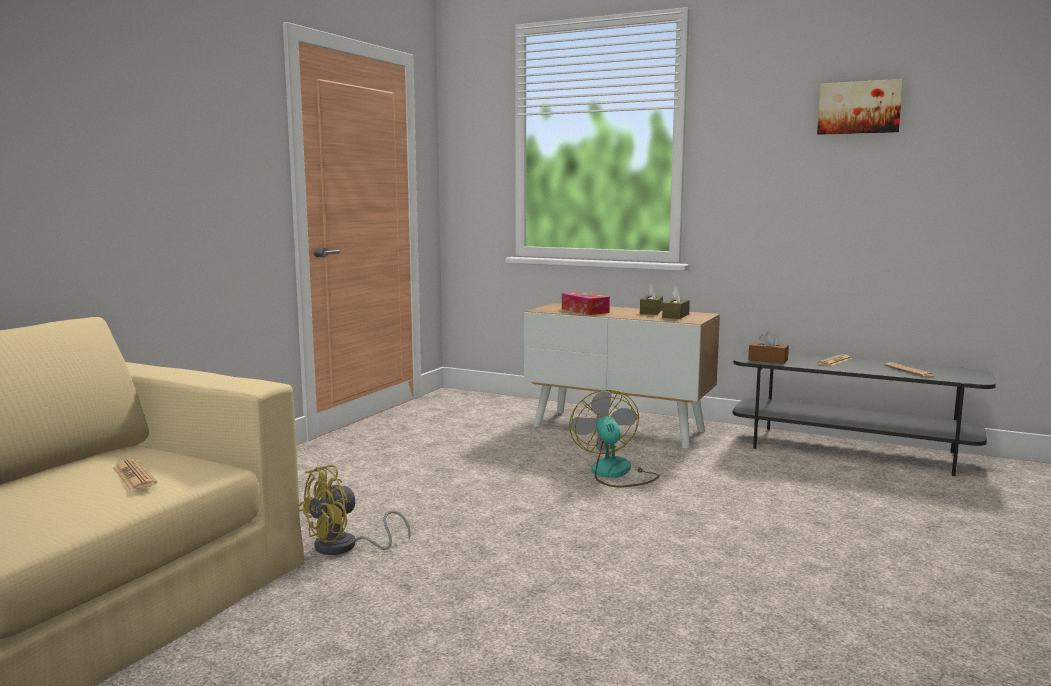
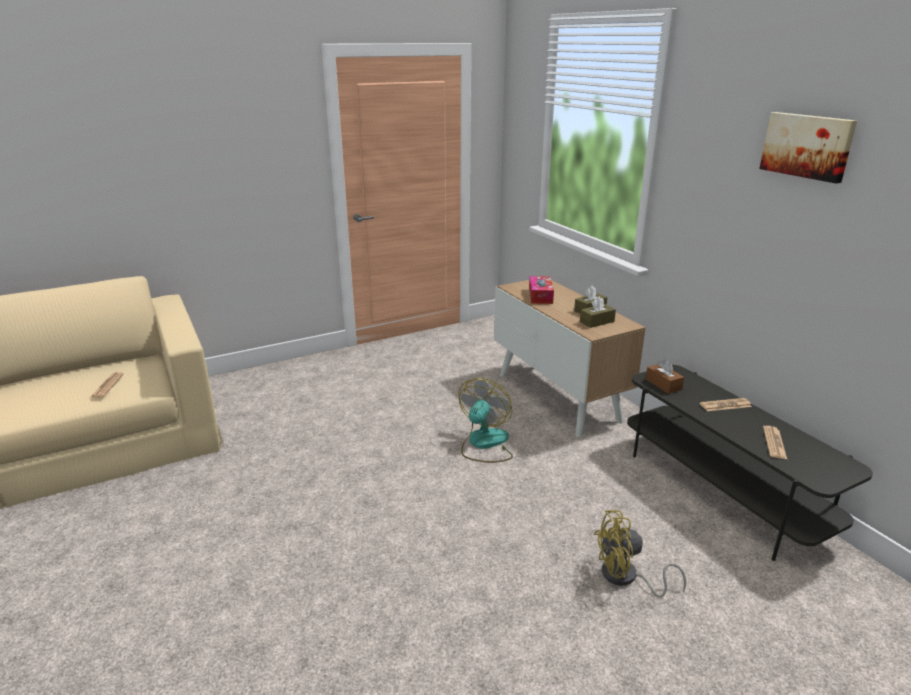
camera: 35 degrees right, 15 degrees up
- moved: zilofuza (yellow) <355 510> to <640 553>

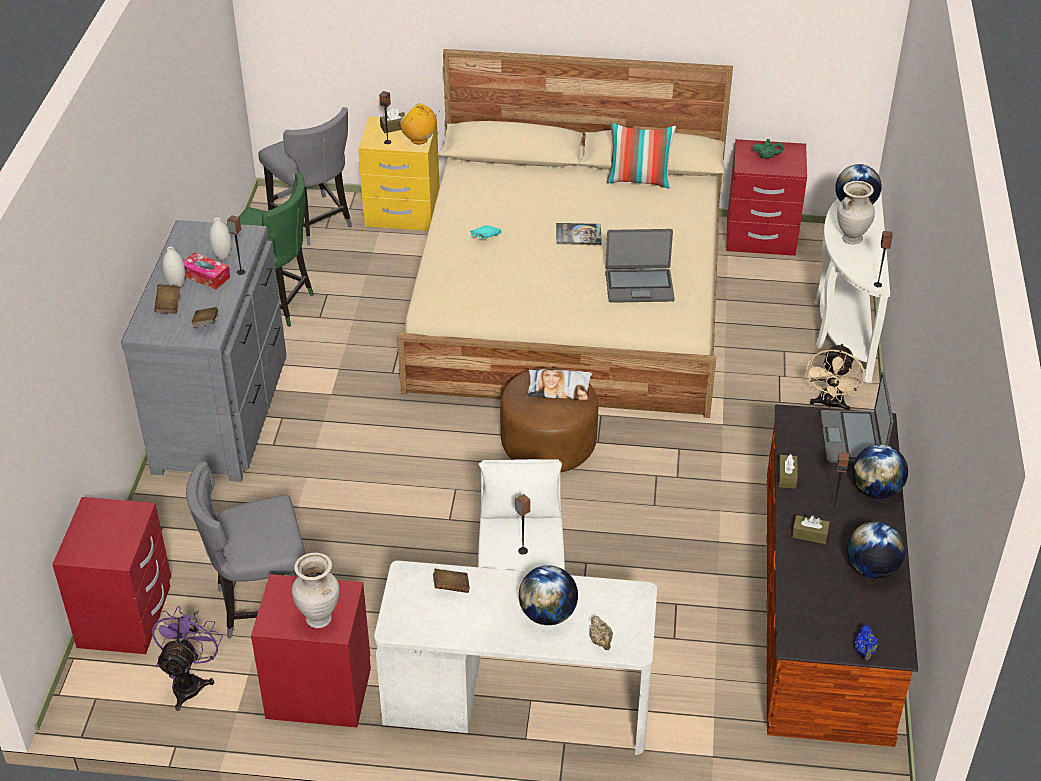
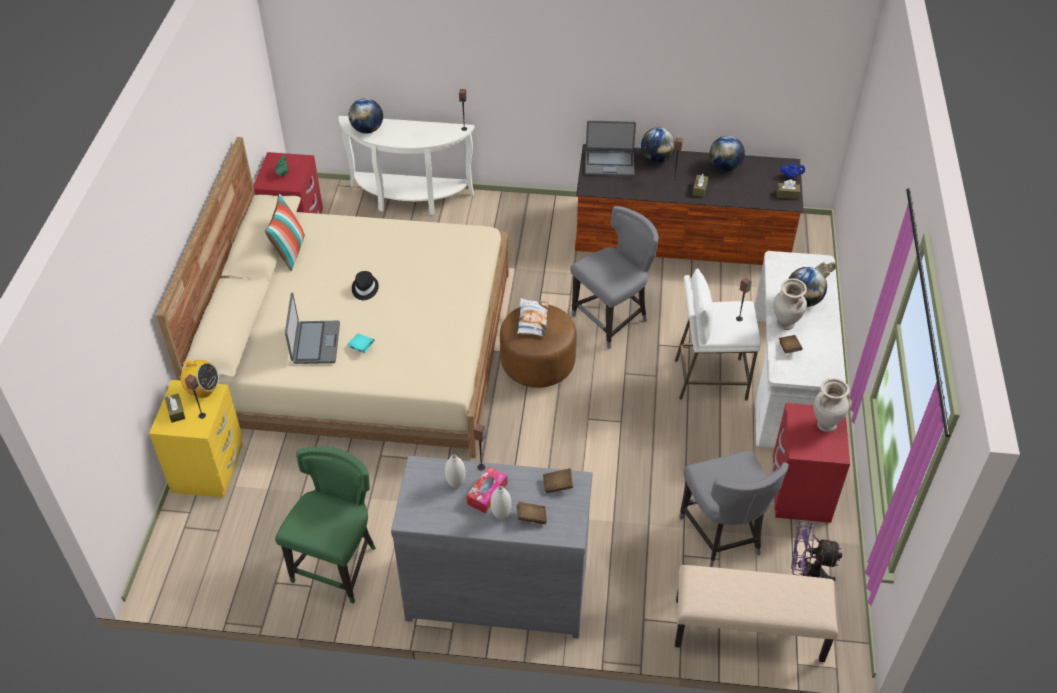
camera: 90 degrees left, 5 degrees up
- turned: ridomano <419 123> = <196 379> 105 degrees counterclockwise
- moved: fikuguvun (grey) <305 176> to <614 277>
- moved: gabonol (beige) <856 212> to <790 304>
- replaced: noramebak <579 234> to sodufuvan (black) <365 285>
- moved: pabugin <640 266> to <312 328>
- removed: zilofuza (beige) <835 376>
- moved: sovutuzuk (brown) <788 471> to <788 189>
- replaced: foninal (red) <111 575> to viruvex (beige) <756 613>

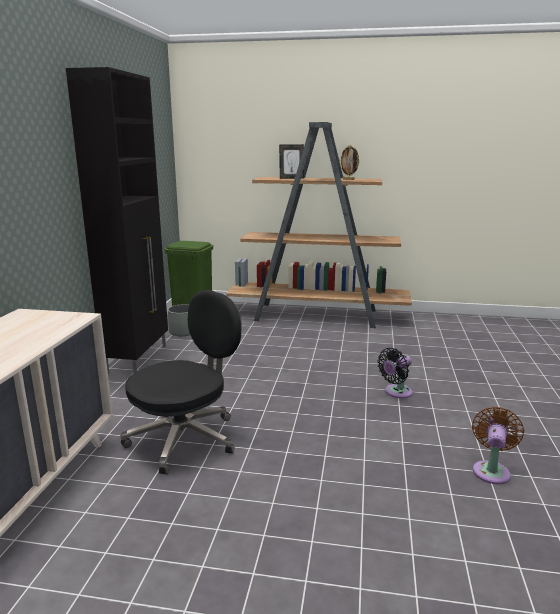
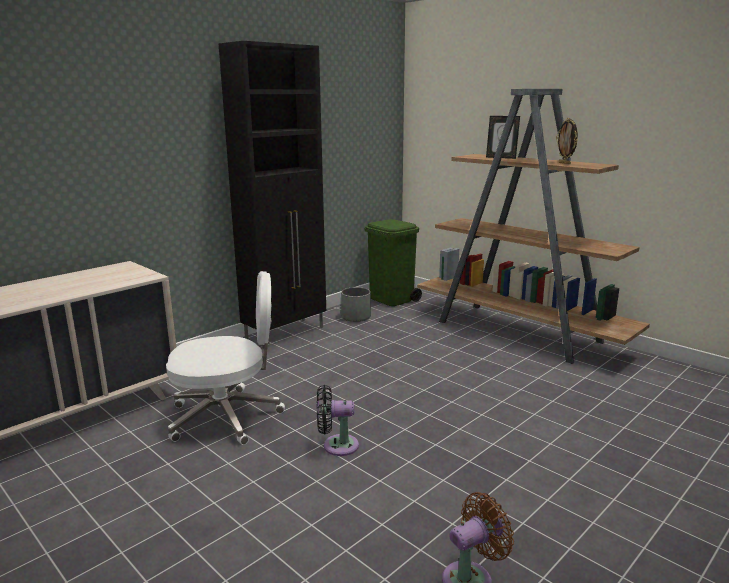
camera: 35 degrees right, 0 degrees up
- recoloured: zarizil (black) <180 382> to zarizil (white) <225 358>
- moved: zilofuza (black) <395 373> to <338 420>

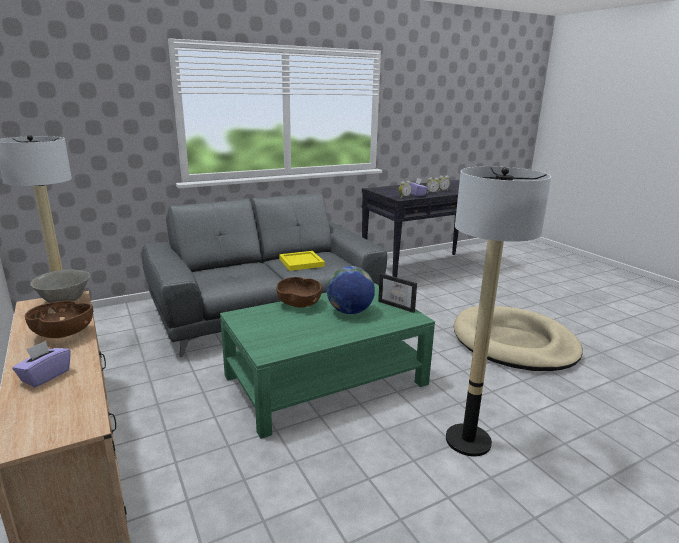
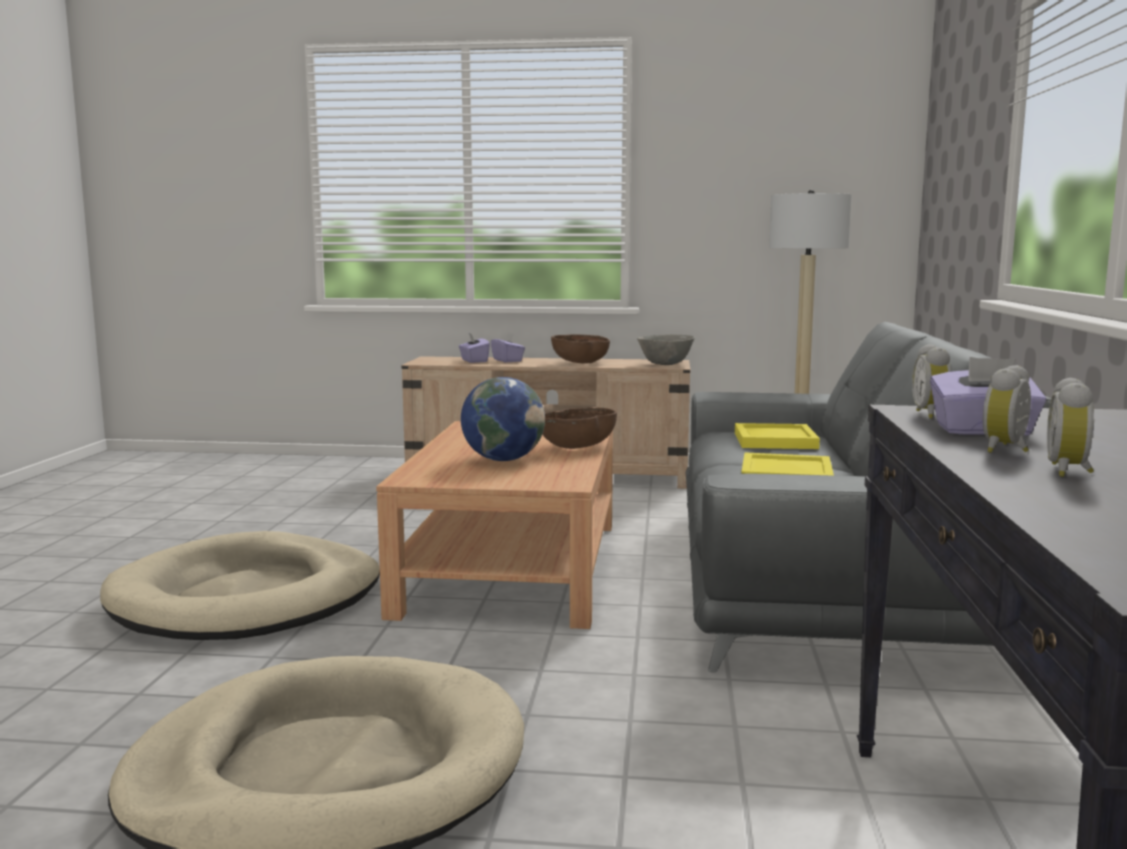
camera: 125 degrees right, 10 degrees down
- replaced: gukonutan <498 311> to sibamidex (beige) <240 585>
- removed: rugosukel <397 293>
- recoloured: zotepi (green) <327 361> to zotepi (brown) <494 525>
- added: sovutuzuk (purple) <474 347>
- added: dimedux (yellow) <777 436>

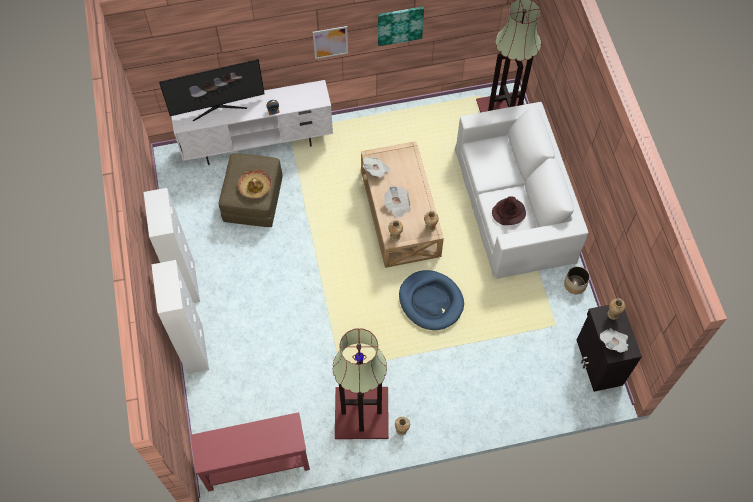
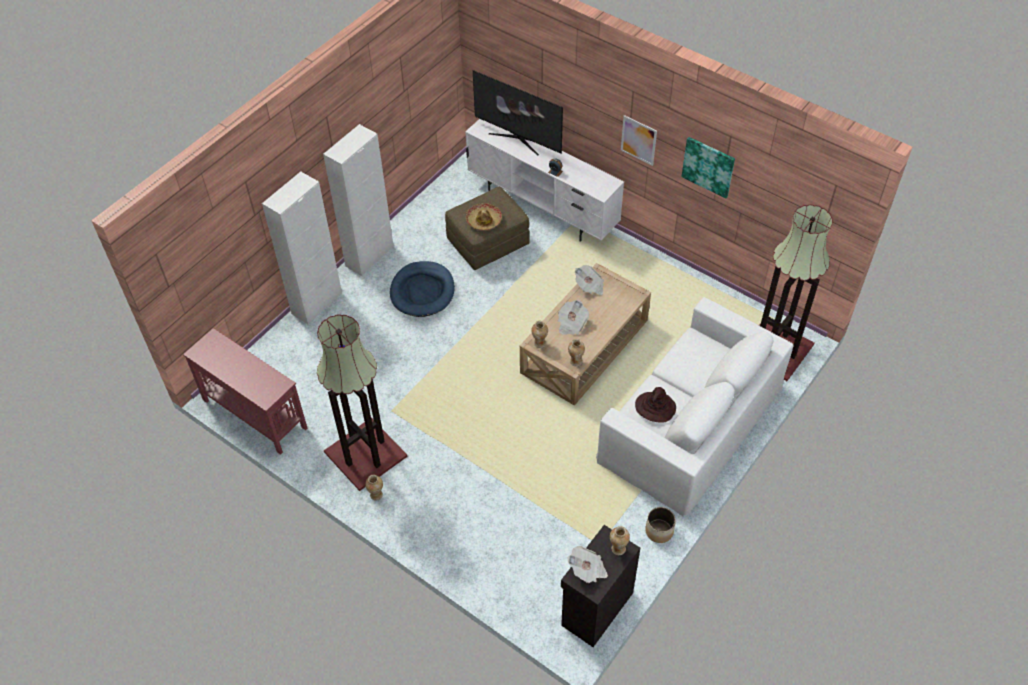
camera: 50 degrees right, 10 degrees down
- moved: sibamidex (blue) <431 300> to <422 289>

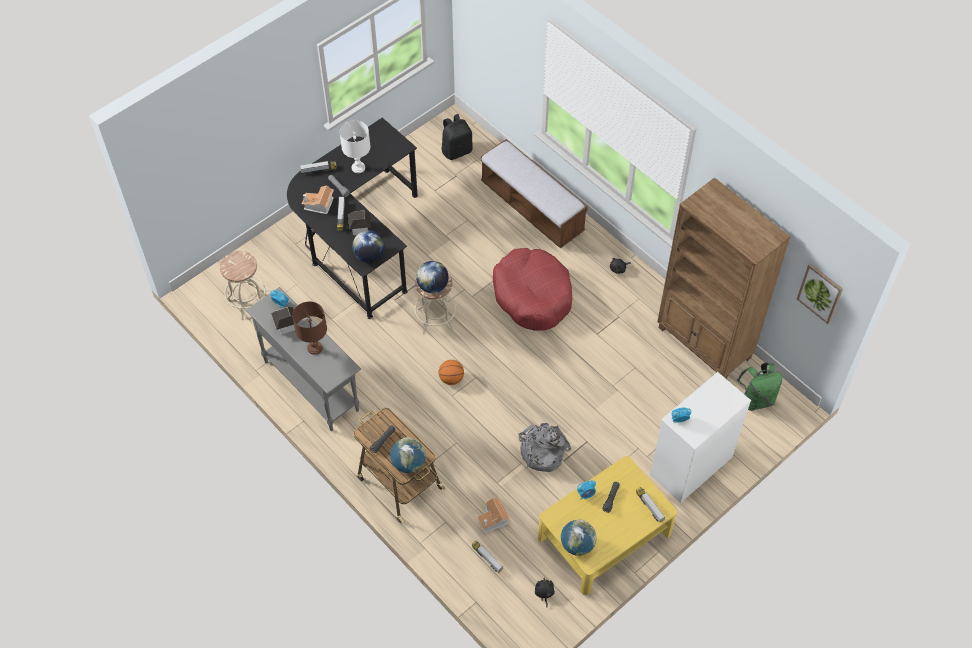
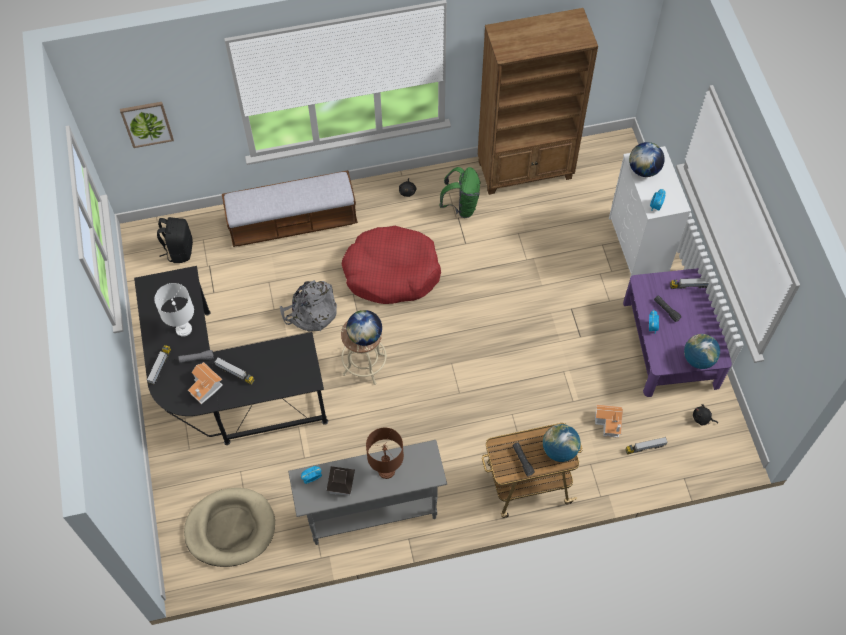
camera: 60 degrees left, 5 degrees up
- removed: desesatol <359 222>
- moved: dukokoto <368 246> to <647 159>
- replaced: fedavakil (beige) <243 285> to sibamidex (beige) <229 527>
- moved: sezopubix <820 293> to <147 125>
- removed: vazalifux <451 372>
- moved: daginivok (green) <759 387> to <460 192>
- moved: daginivok (grey) <544 447> to <308 306>
- recoloured: zotepi (yellow) <607 525> to zotepi (purple) <677 332>

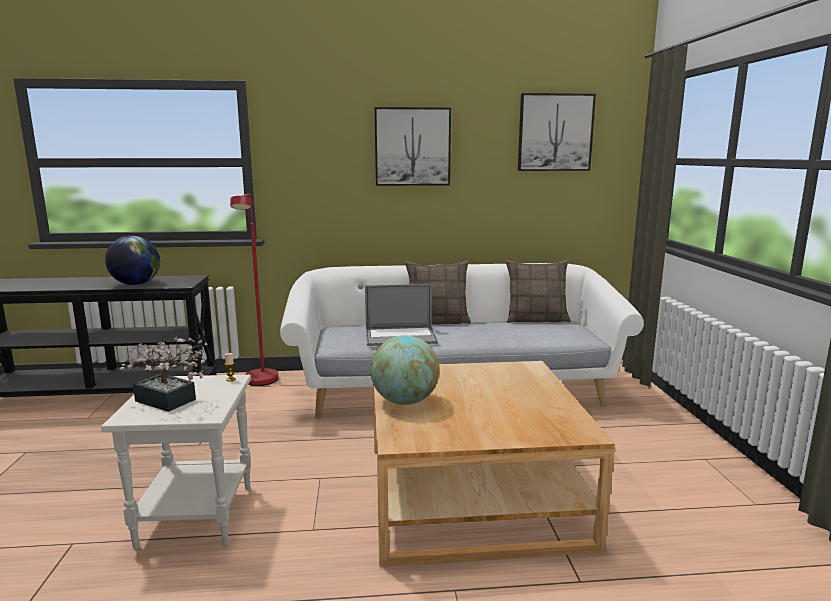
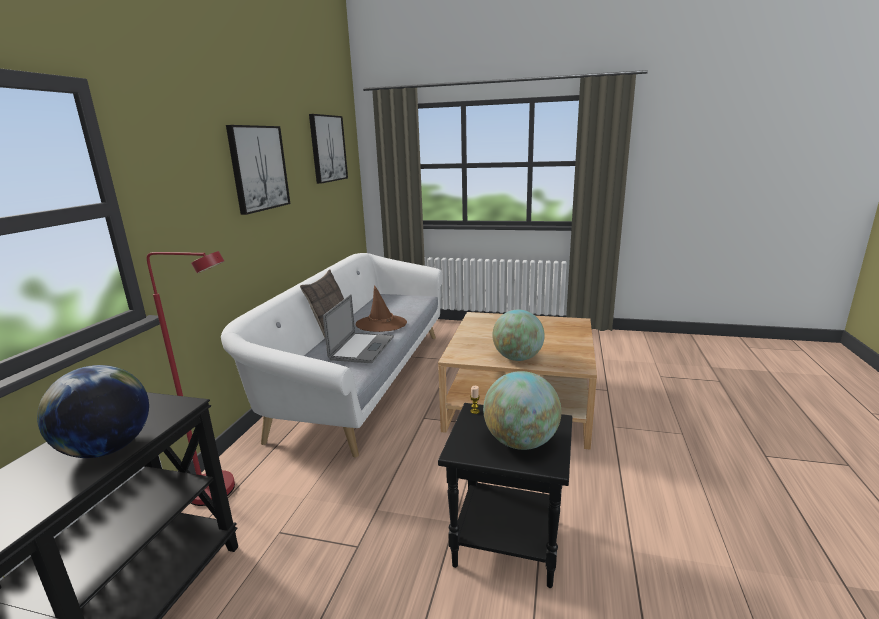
camera: 70 degrees left, 5 degrees up
- removed: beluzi <538 291>
- replaced: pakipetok <163 374> to dukokoto <522 410>
- recoloured: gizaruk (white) <176 462> to gizaruk (black) <505 495>
- added: sodufuvan (brown) <381 308>

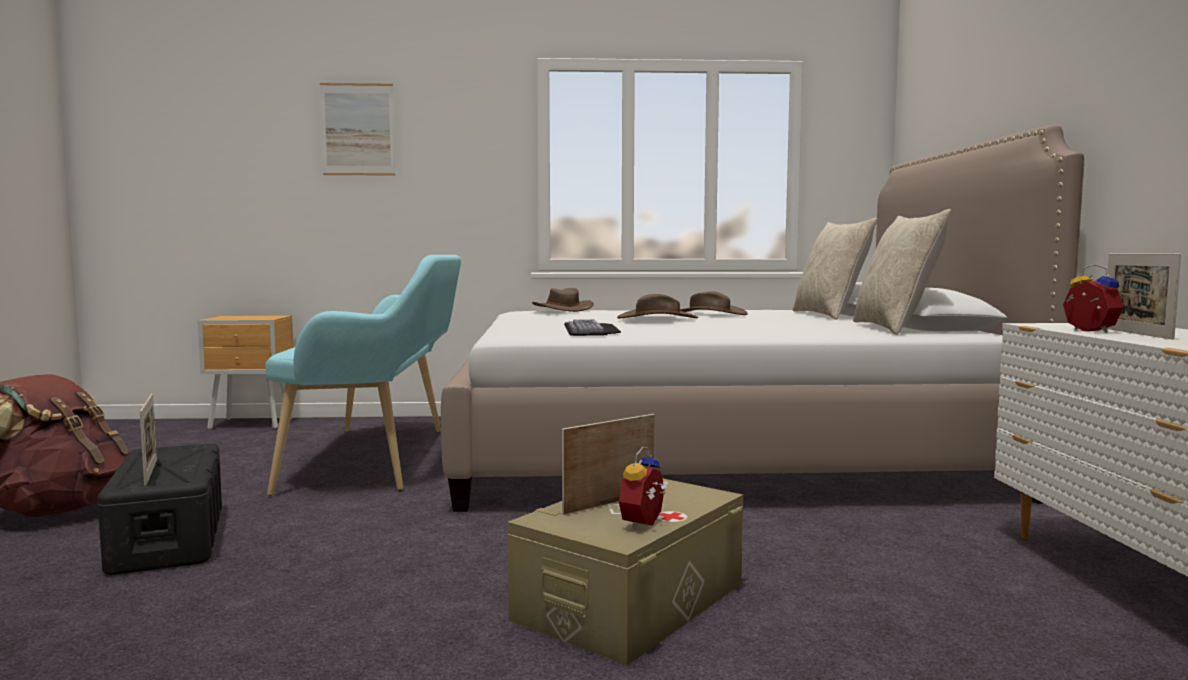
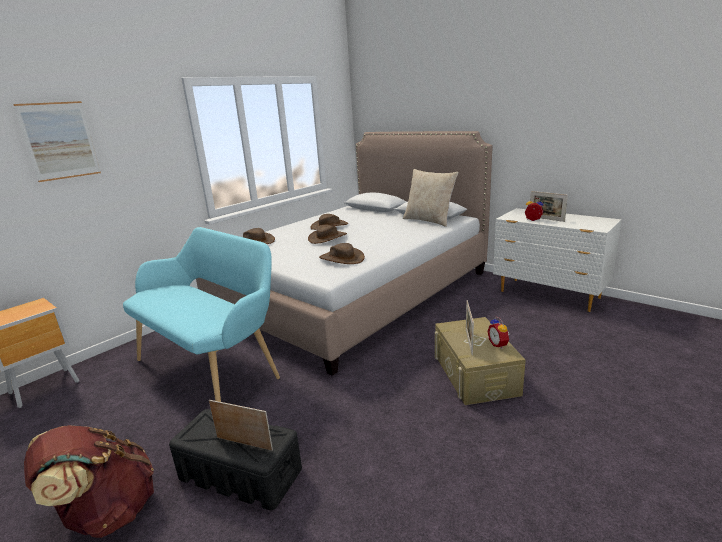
camera: 45 degrees left, 15 degrees up
- removed: beluzi (beige) <835 269>
- replaced: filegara <592 327> to sodufuvan (brown) <342 253>

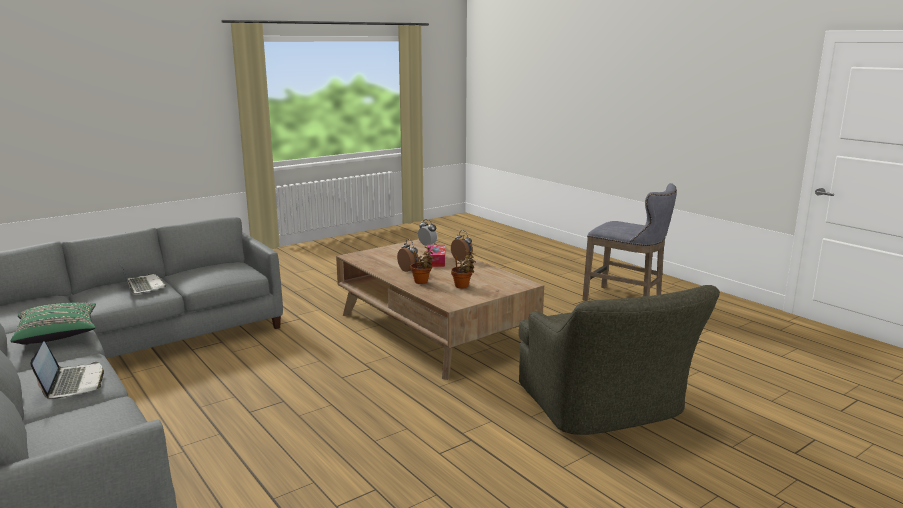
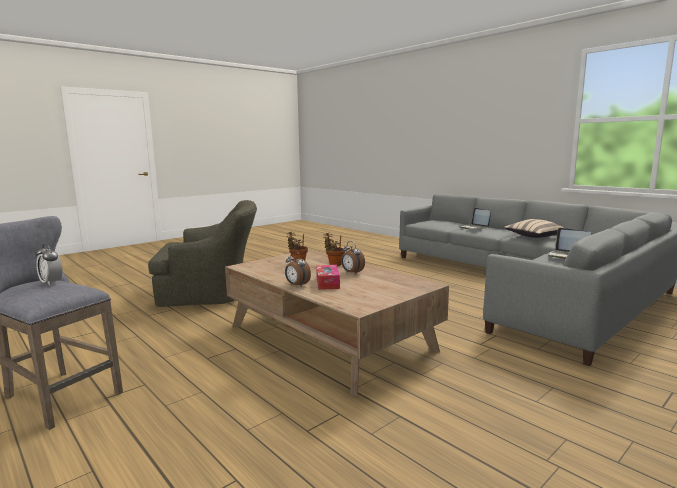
camera: 175 degrees right, 5 degrees down
- moved: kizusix <428 232> to <49 265>
- turned: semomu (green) <619 360> = <202 253> 105 degrees clockwise
- recoloured: beluzi (green) <53 324> to beluzi (beige) <534 228>

